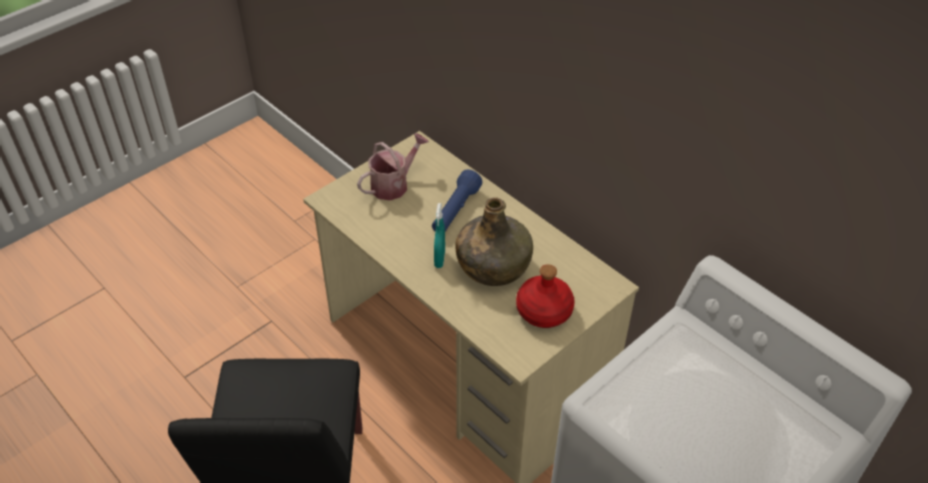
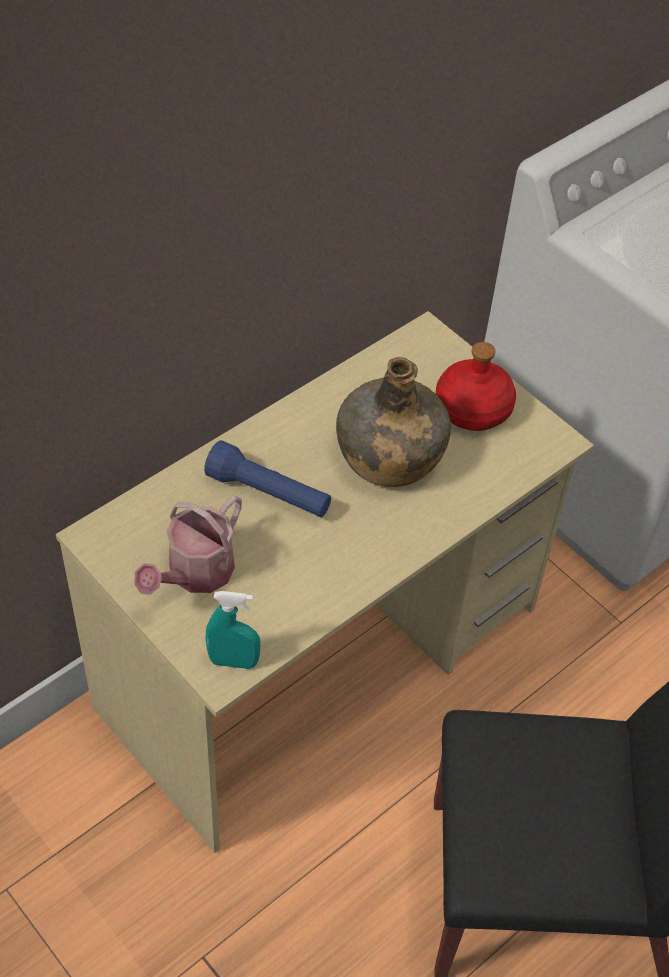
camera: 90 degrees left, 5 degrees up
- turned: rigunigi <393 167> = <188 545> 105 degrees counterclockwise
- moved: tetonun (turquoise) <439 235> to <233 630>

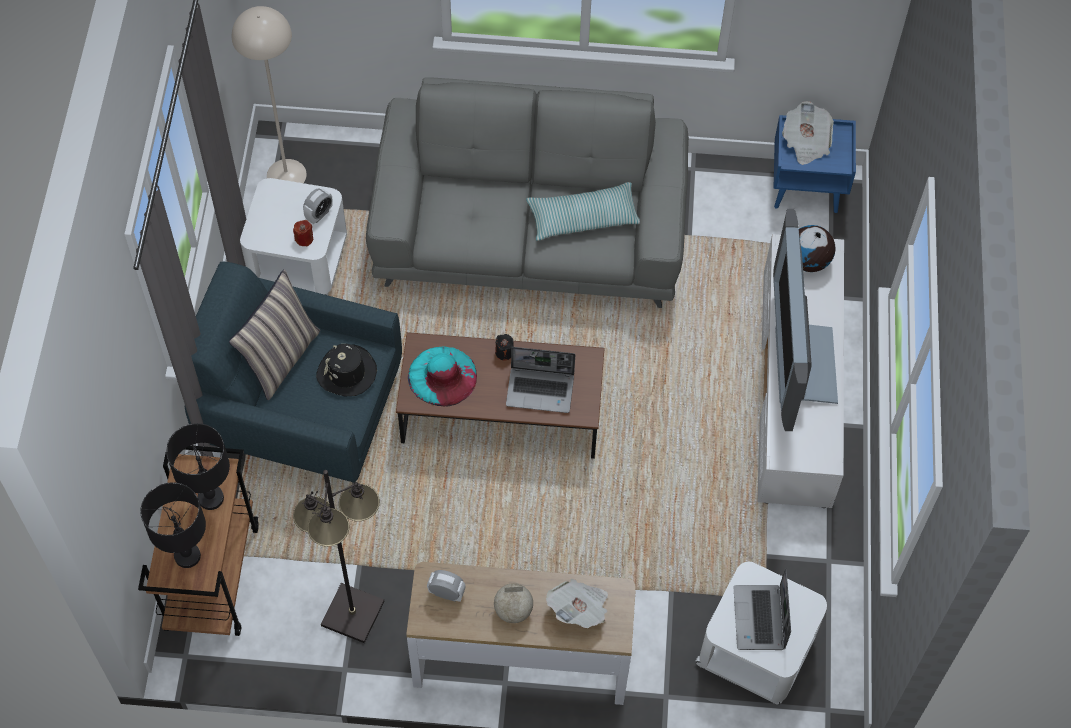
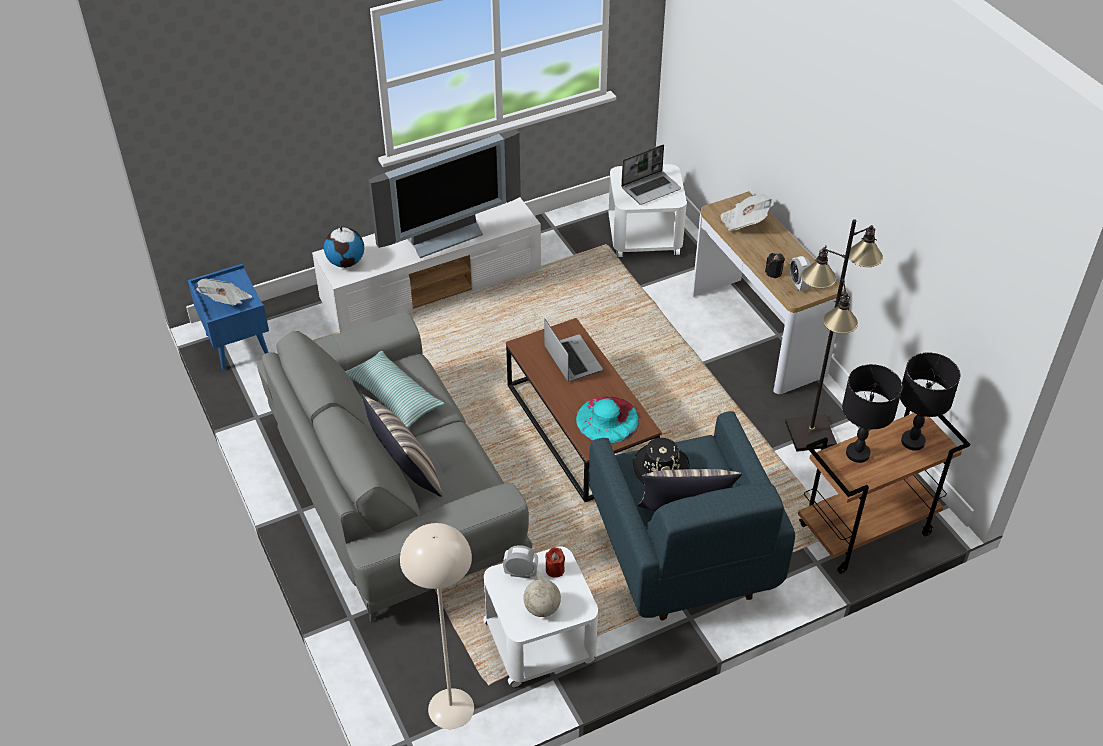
camera: 120 degrees left, 15 degrees down
- moved: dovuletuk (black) <504 347> to <775 265>
- moved: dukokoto <513 603> to <542 593>
- added: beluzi <402 446>

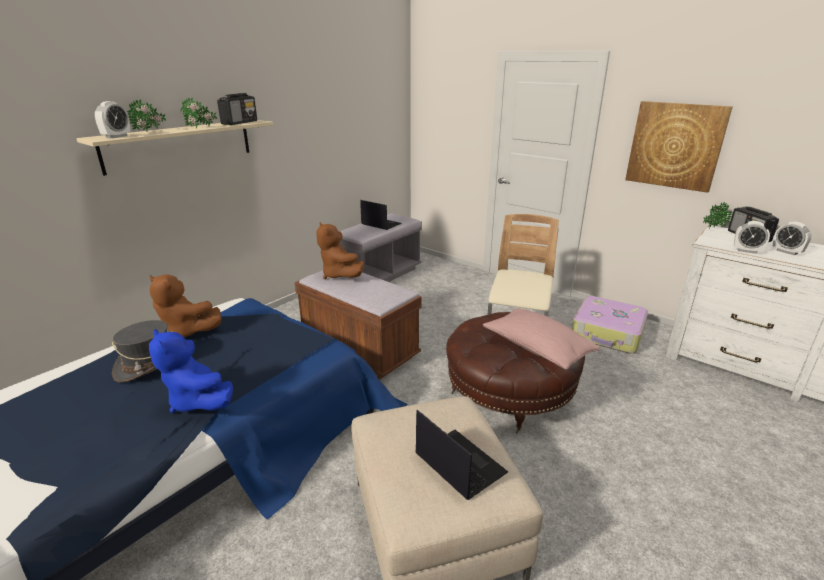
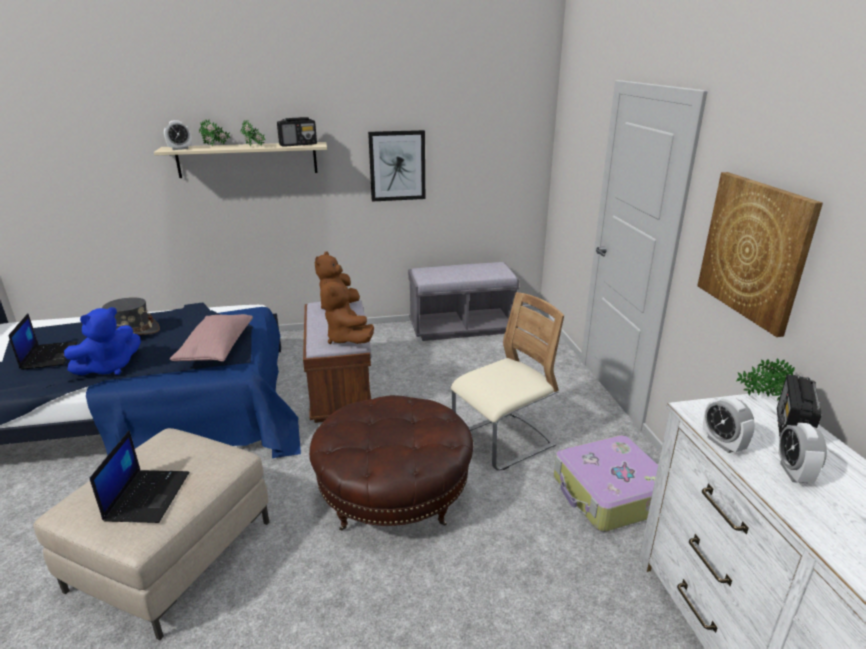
camera: 40 degrees right, 0 degrees up
- moved: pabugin <381 215> to <43 342>
- moved: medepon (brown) <185 305> to <347 311>
- moved: beluzi (pink) <541 339> to <211 338>
- turned: medepon (blue) <191 371> = <102 341> 135 degrees counterclockwise
- added: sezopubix <396 166>

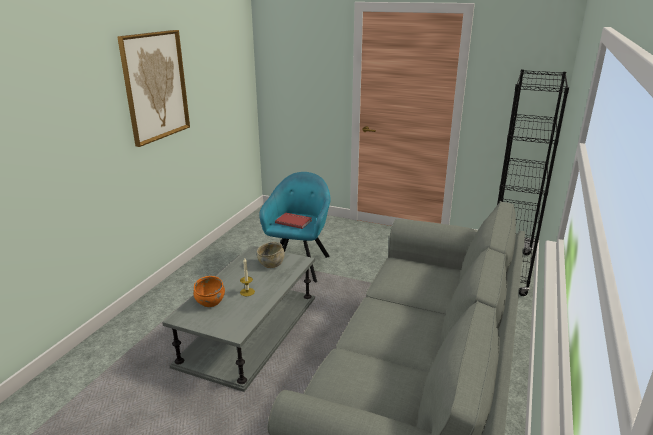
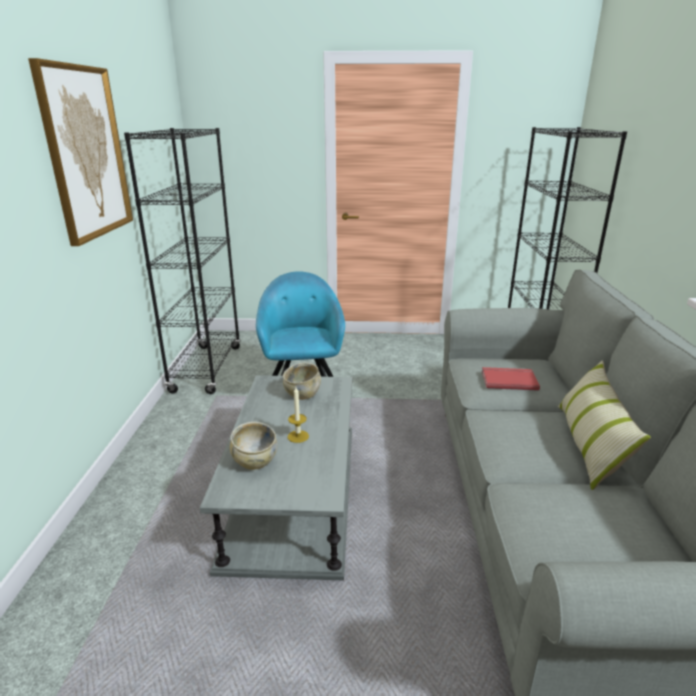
camera: 20 degrees left, 0 degrees up
- moved: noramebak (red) <293 221> to <511 379>
- recoloured: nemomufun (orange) <209 291> to nemomufun (beige) <253 446>
- added: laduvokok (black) <182 261>
- added: beluzi <604 425>

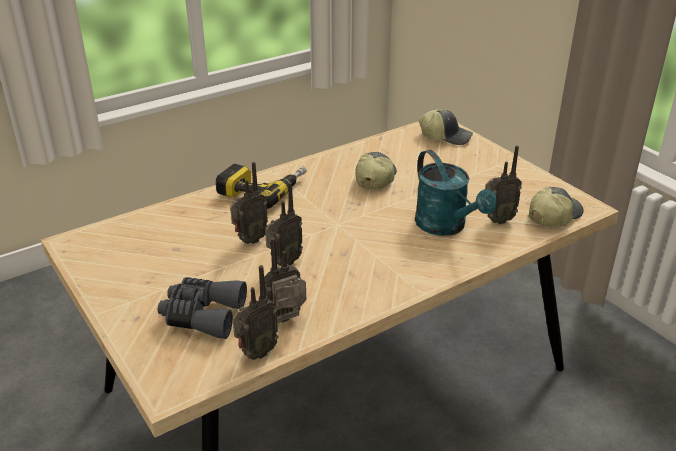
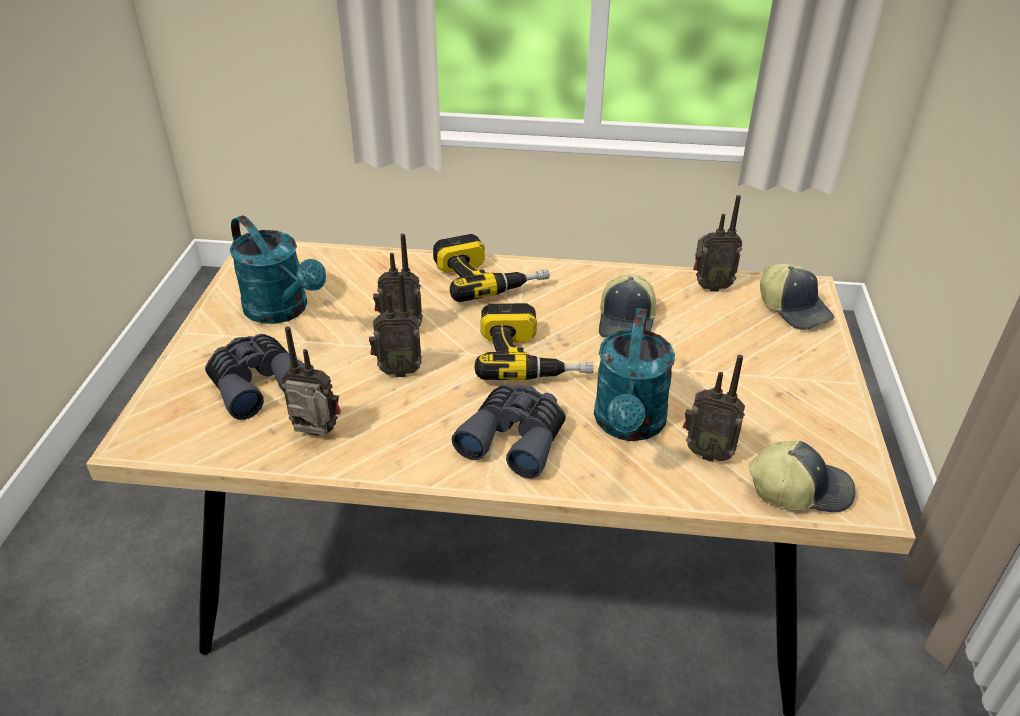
camera: 40 degrees right, 5 degrees up
- turned: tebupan <376 171> = <627 305> 135 degrees clockwise
- moved: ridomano <255 312> to <717 243>
- added: rigunigi (turquoise) <278 269>
- added: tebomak <534 341>
- added: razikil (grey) <509 431>

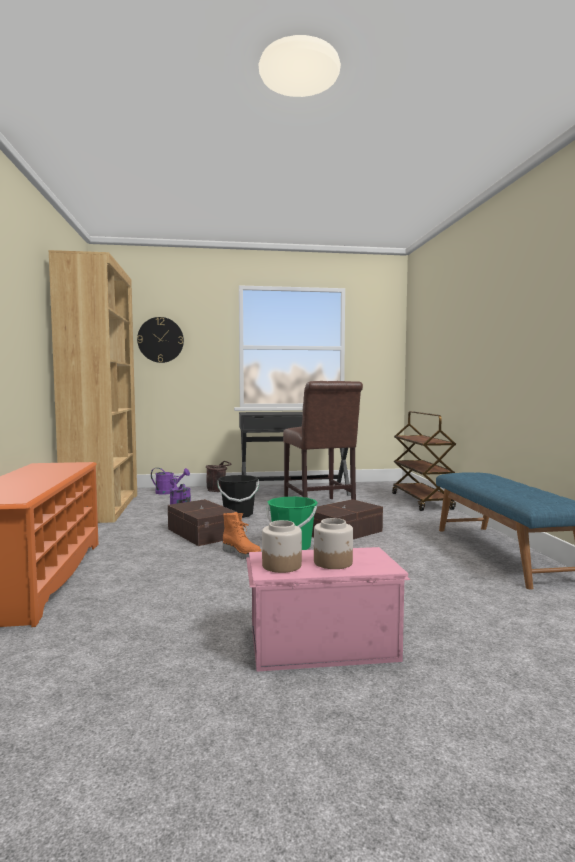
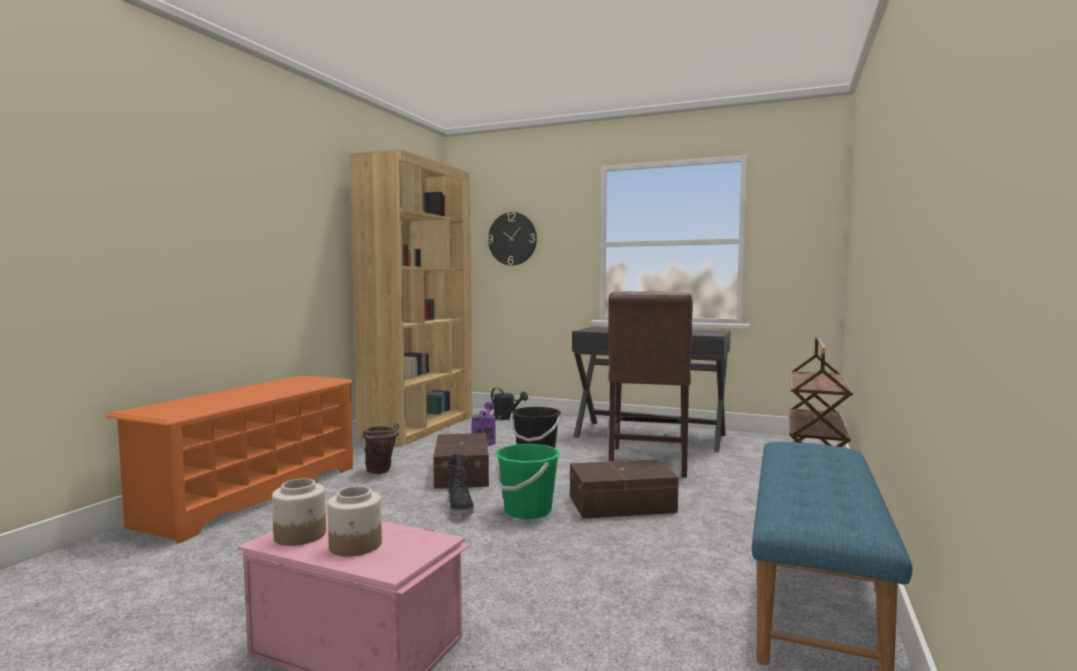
camera: 30 degrees right, 0 degrees up
- moved: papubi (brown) <218 476> to <380 448>
- recoloured: rigunigi (purple) <170 481> to rigunigi (black) <509 404>
- recoloured: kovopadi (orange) <242 535> to kovopadi (black) <461 486>

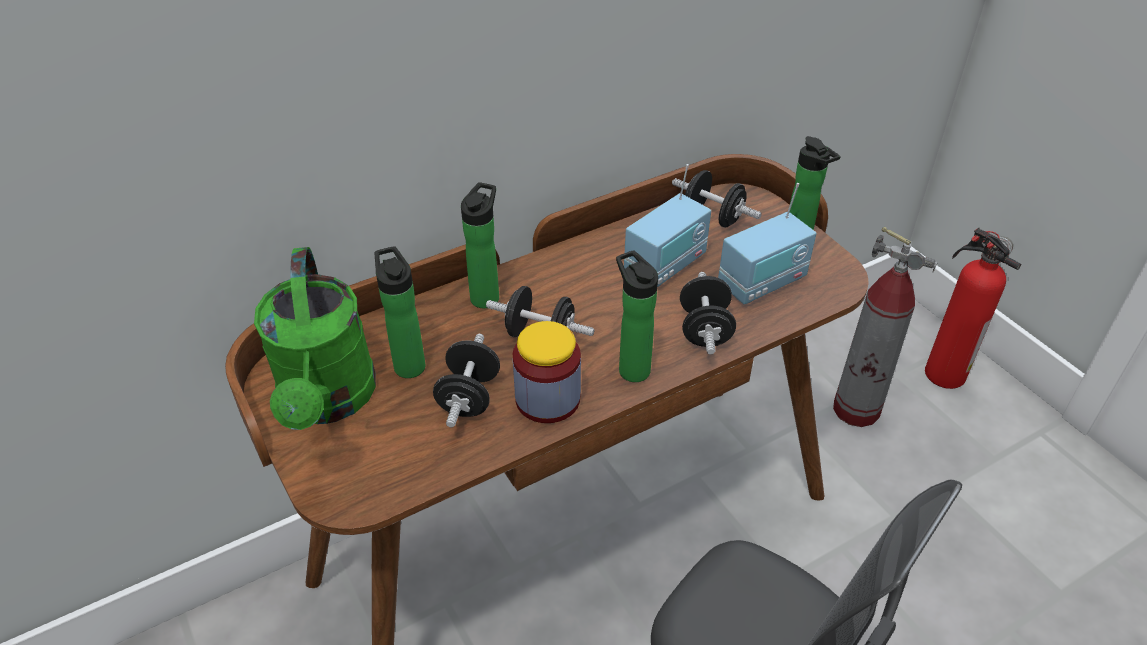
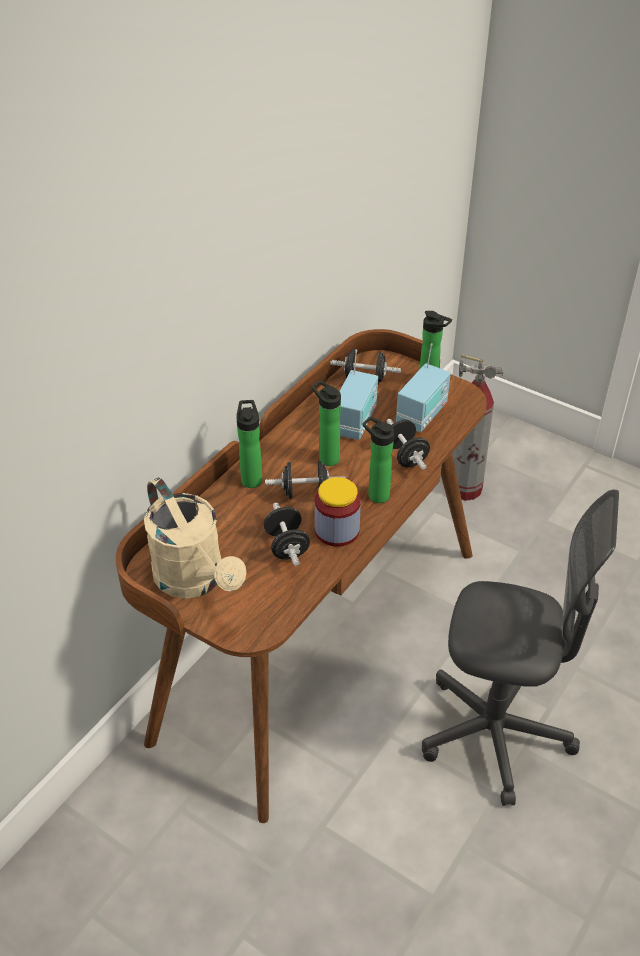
camera: 25 degrees left, 0 degrees up
- removed: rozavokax <973 308>
- moved: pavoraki <400 312> to <326 423>
- recoloured: rigunigi (green) <315 338> to rigunigi (beige) <195 538>

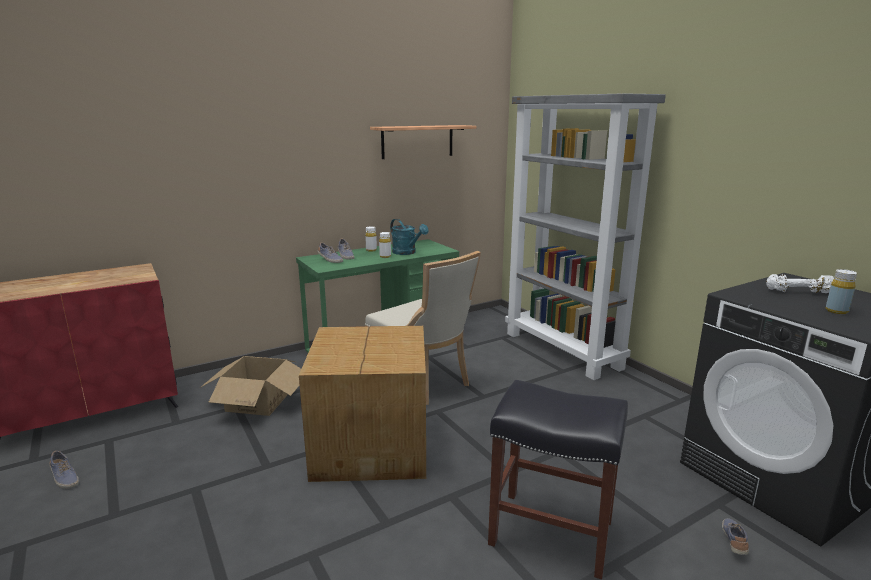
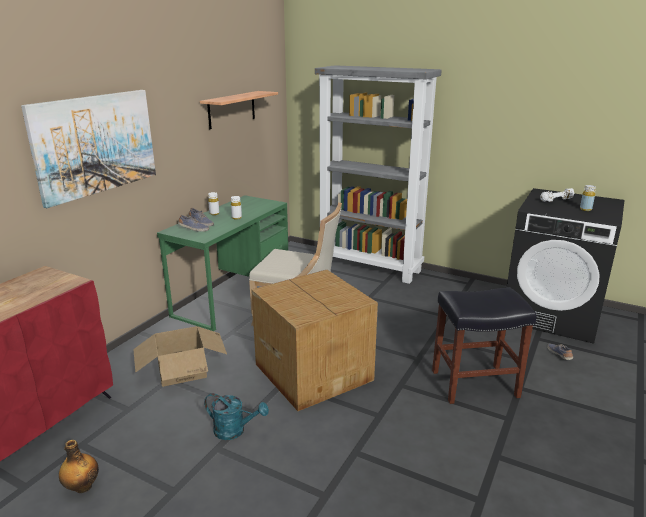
camera: 30 degrees left, 5 degrees up
- moved: rigunigi (turquoise) <409 237> to <236 416>
- replaced: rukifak <64 470> to pavoraki <79 466>
- added: sezopubix <88 149>

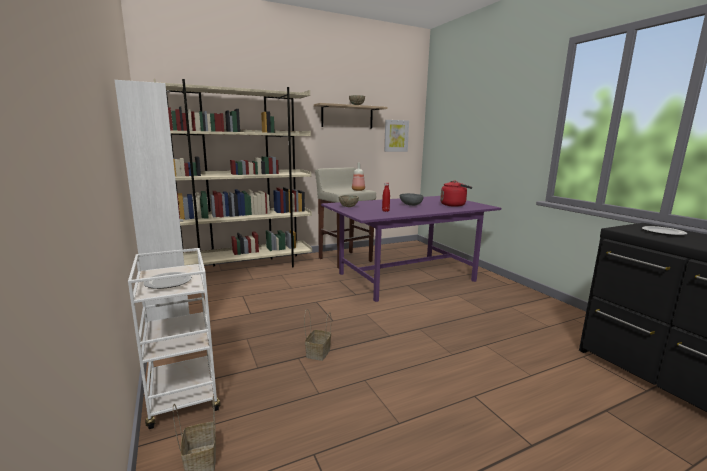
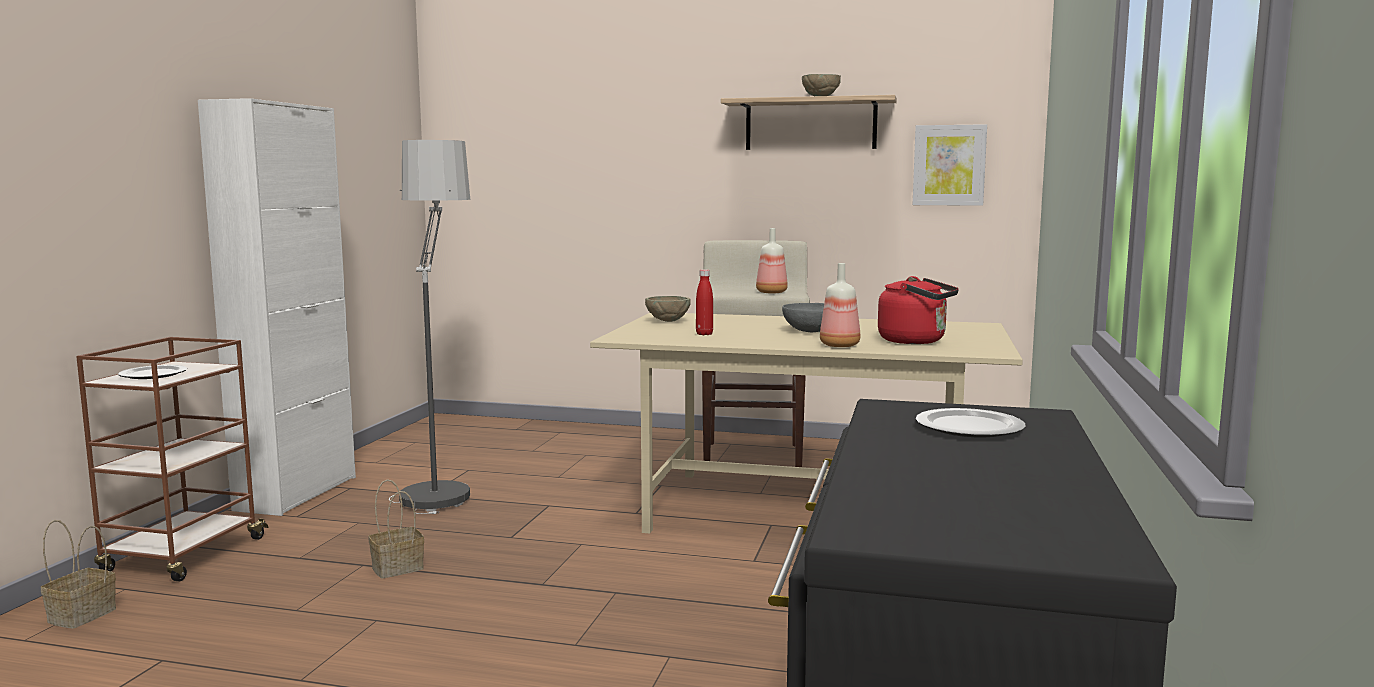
camera: 40 degrees right, 5 degrees down
- removed: laduvokok (beige) <233 173>
- recoloured: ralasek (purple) <411 249> to ralasek (beige) <806 423>
- recoloured: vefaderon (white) <174 338> to vefaderon (brown) <172 459>
- added: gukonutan <429 327>
- added: pavoraki <840 305>

